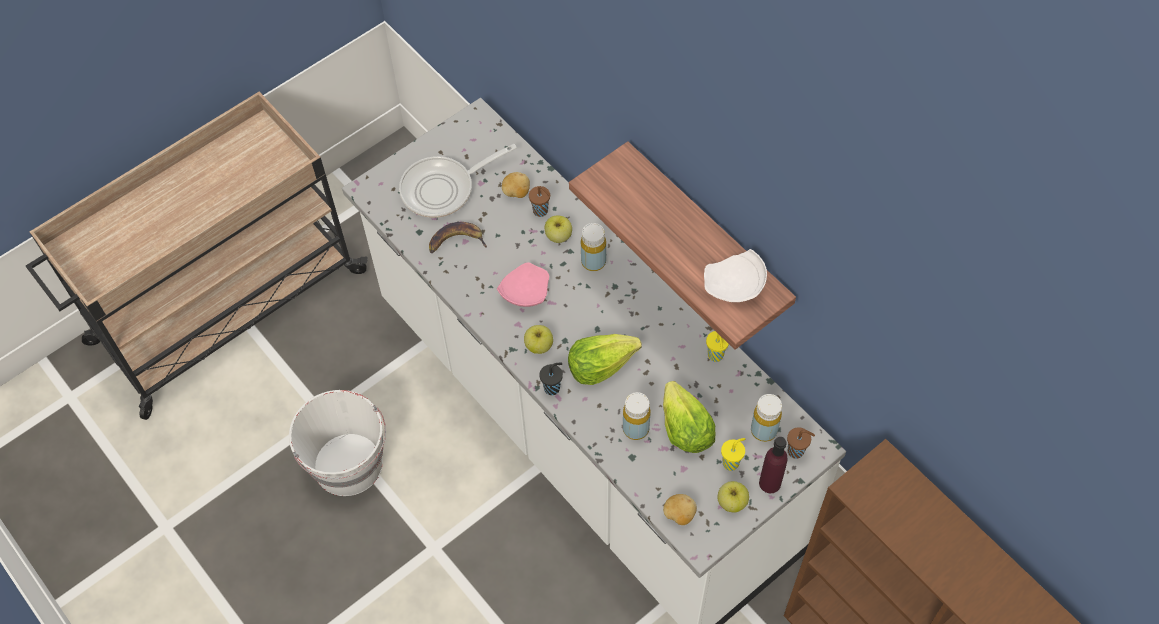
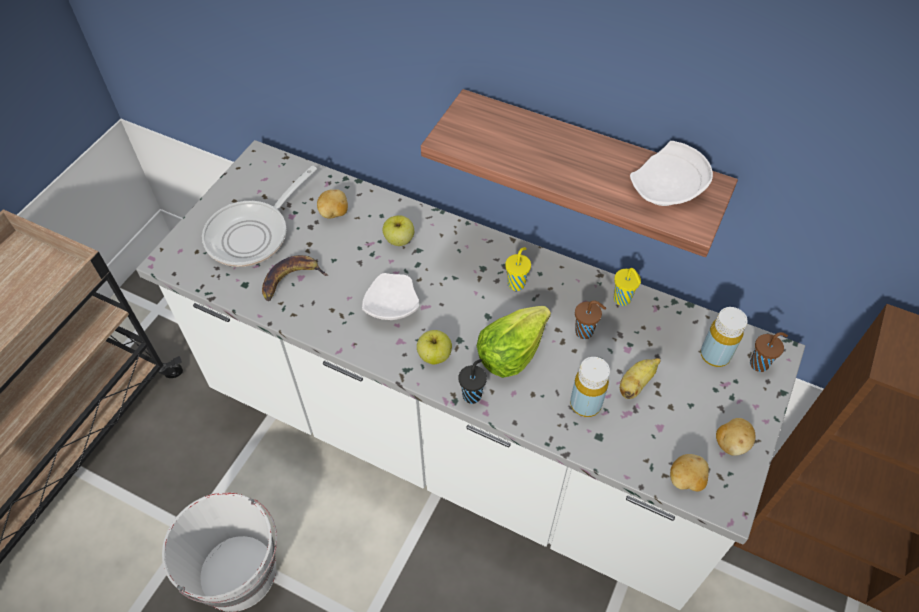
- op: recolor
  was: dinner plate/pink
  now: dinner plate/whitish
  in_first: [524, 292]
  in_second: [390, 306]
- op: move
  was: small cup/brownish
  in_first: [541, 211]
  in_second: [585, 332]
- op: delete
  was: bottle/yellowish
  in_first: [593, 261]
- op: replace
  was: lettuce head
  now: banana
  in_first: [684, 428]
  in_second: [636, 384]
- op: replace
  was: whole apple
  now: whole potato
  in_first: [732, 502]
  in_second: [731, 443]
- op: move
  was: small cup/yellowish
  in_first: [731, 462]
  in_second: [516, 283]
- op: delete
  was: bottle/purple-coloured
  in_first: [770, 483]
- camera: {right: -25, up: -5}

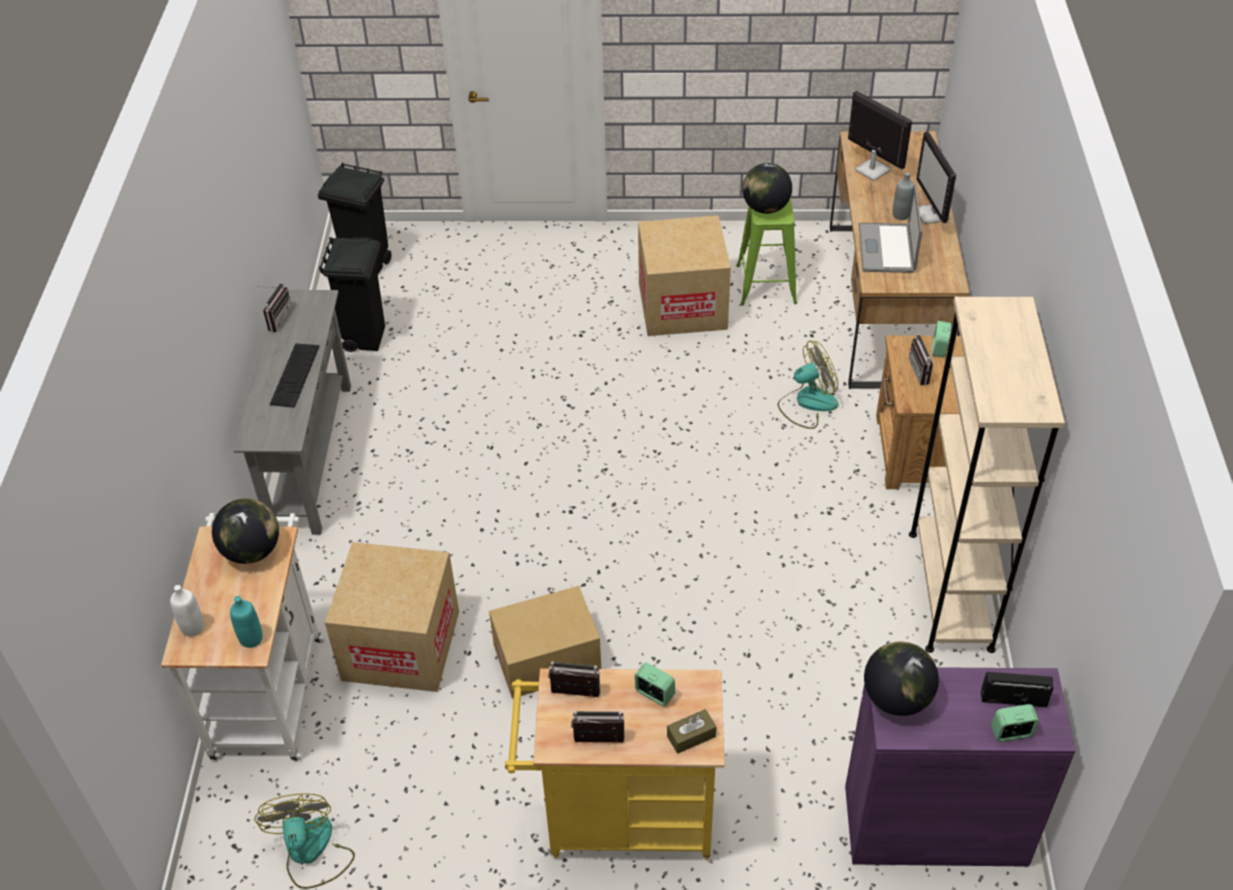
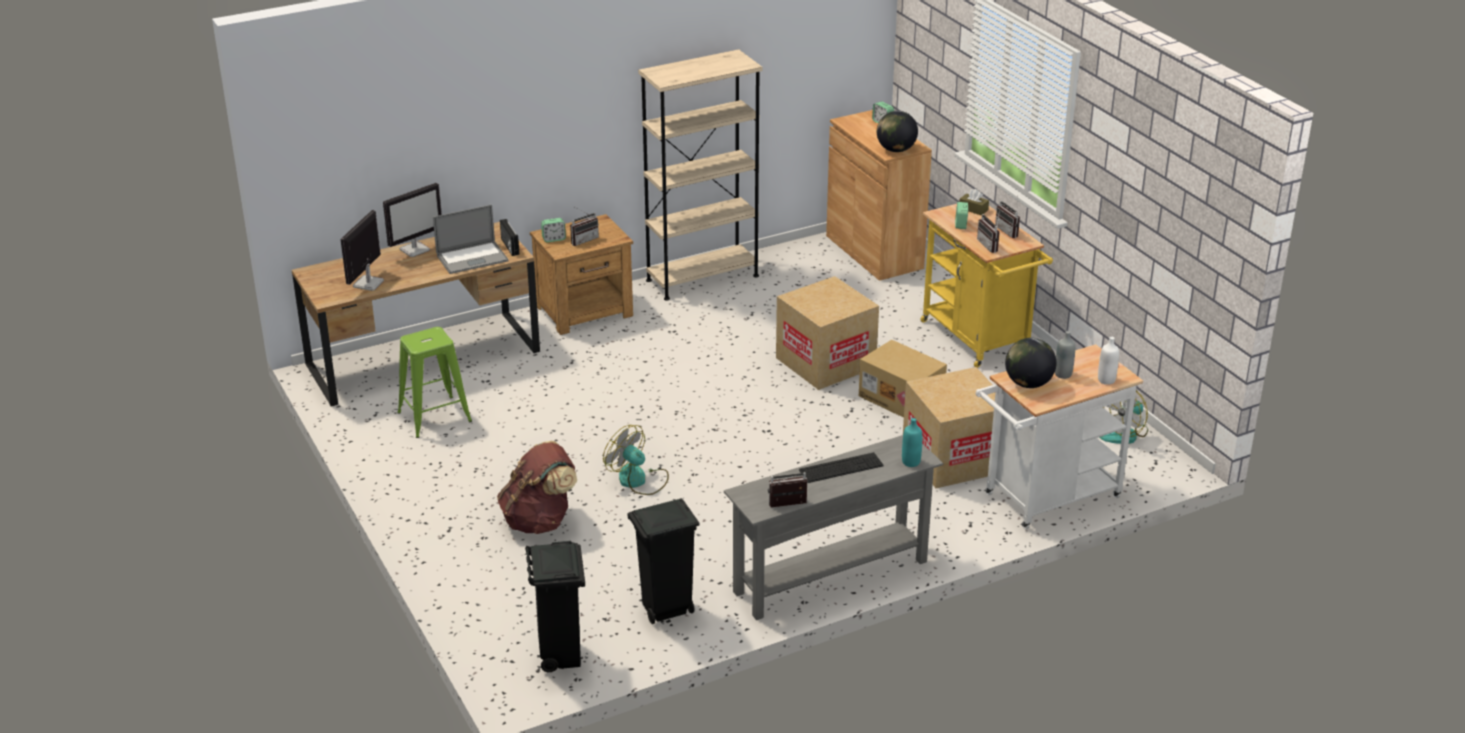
- op: move
  was: bottle/blue-green
  in_first: [251, 639]
  in_second: [911, 462]
- op: move
  was: packing box
  in_first: [682, 306]
  in_second: [825, 362]
- op: delete
  was: desk globe
  in_first: [765, 208]
- op: move
  was: cooling fan
  in_first: [807, 403]
  in_second: [638, 480]
- op: recolor
  was: cupboard/purple-coloured
  now: cupboard/brownish
  in_first: [935, 825]
  in_second: [874, 252]
- op: move
  was: bottle/greyish
  in_first: [901, 215]
  in_second: [1063, 374]
- op: move
  was: radio set
  in_first: [1013, 698]
  in_second: [509, 247]
- op: insert
  now: rucksack/brownish
  in_second: [540, 521]
- camera: {right: -120, up: -15}

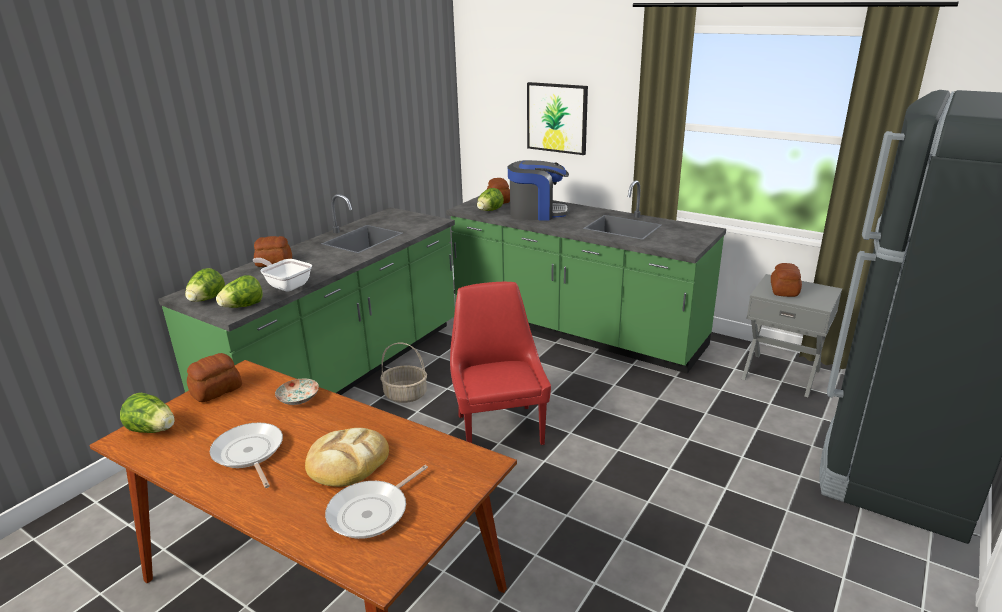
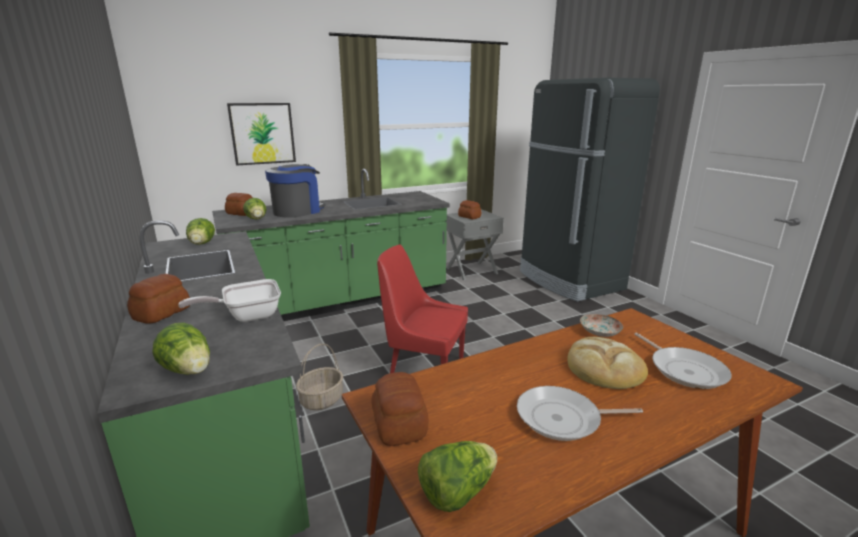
- op: move
  was: lettuce head
  in_first: [243, 306]
  in_second: [202, 244]
- op: move
  was: dinner plate
  in_first: [298, 399]
  in_second: [600, 332]
- camera: {right: -60, up: -5}

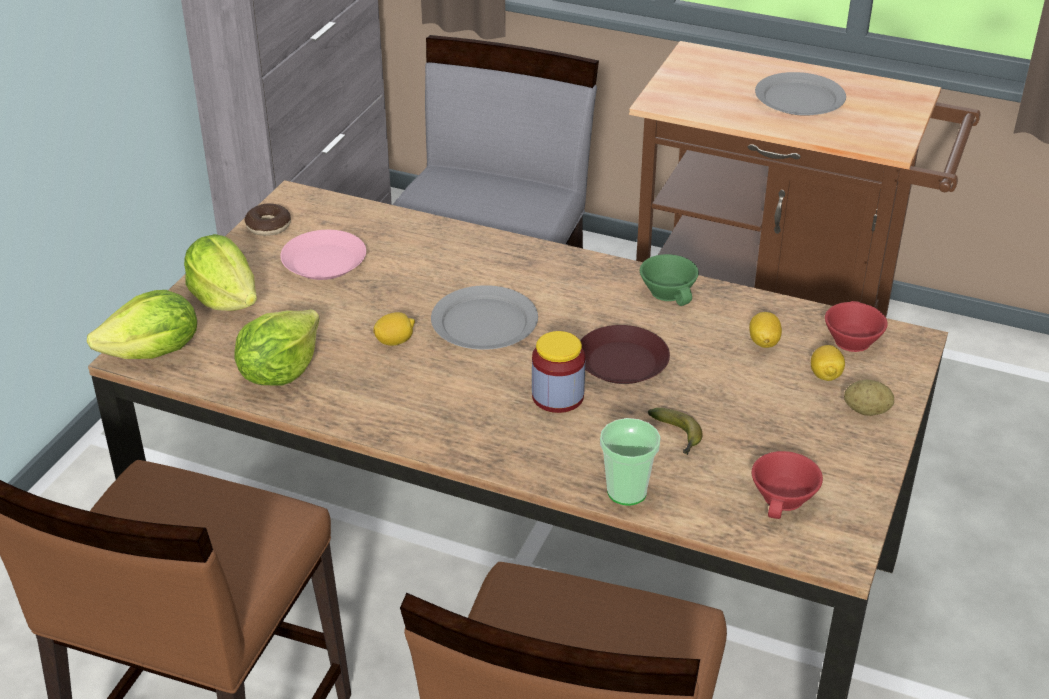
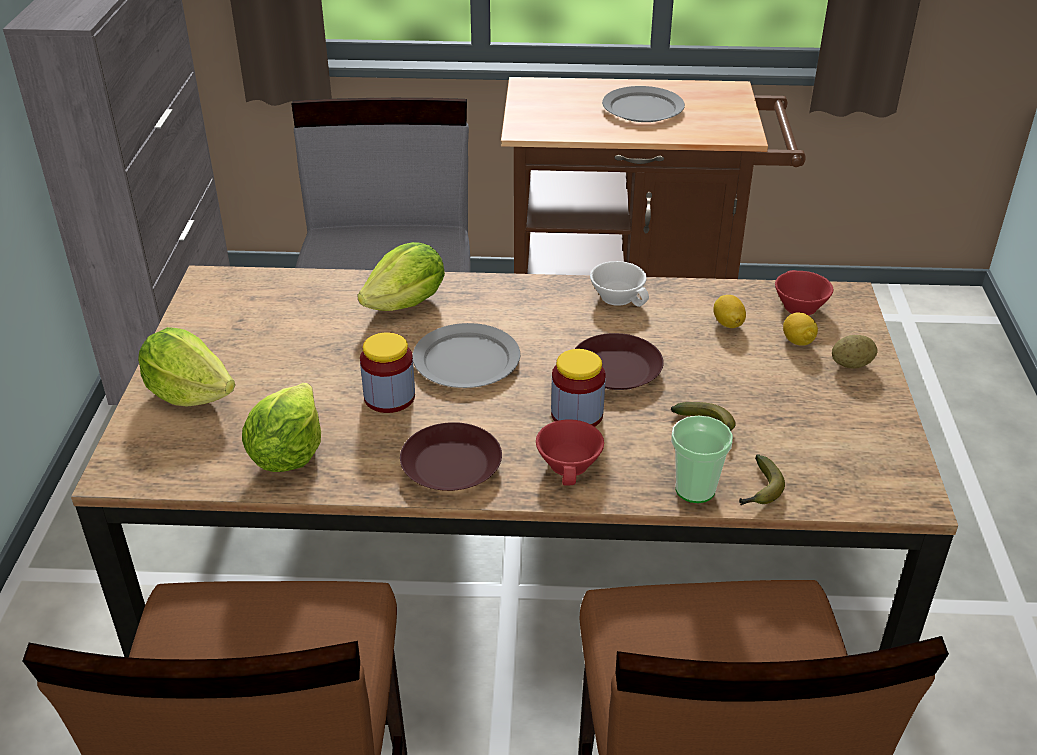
- op: move
  was: lettuce head
  in_first: [154, 353]
  in_second: [407, 304]
- op: delete
  was: ring doughnut
  in_first: [268, 226]
- op: delete
  was: dinner plate/pink
  in_first: [324, 263]
- op: replace
  was: whole lemon
  now: storage jar
  in_first: [395, 341]
  in_second: [389, 397]
- op: recolor
  was: small cup/green-coloured
  now: small cup/whitish
  in_first: [670, 292]
  in_second: [620, 296]
- op: move
  was: small cup/reddish
  in_first: [785, 499]
  in_second: [571, 465]
- op: insert
  now: dinner plate/brownish
  in_second: [452, 465]
- op: insert
  now: banana
  in_second: [759, 490]
- camera: {right: -20, up: 0}

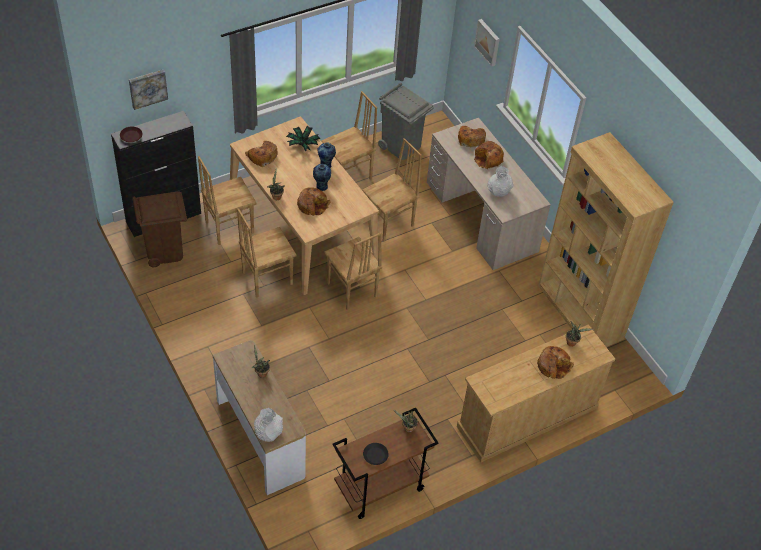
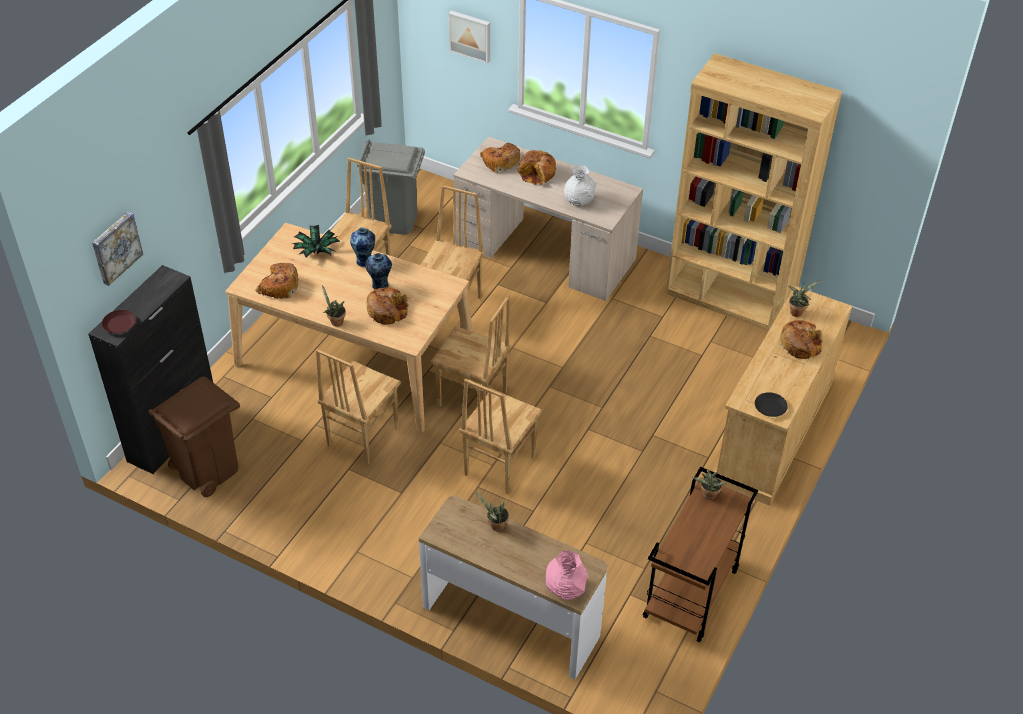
- op: move
  was: plain chair/brownish
  in_first: [229, 227]
  in_second: [498, 465]
- op: recolor
  was: decorative vase/whitish
  now: decorative vase/pink
  in_first: [268, 432]
  in_second: [565, 588]
- op: move
  was: dinner plate/black-coloured
  in_first: [375, 455]
  in_second: [770, 407]
- camera: {right: -30, up: -5}

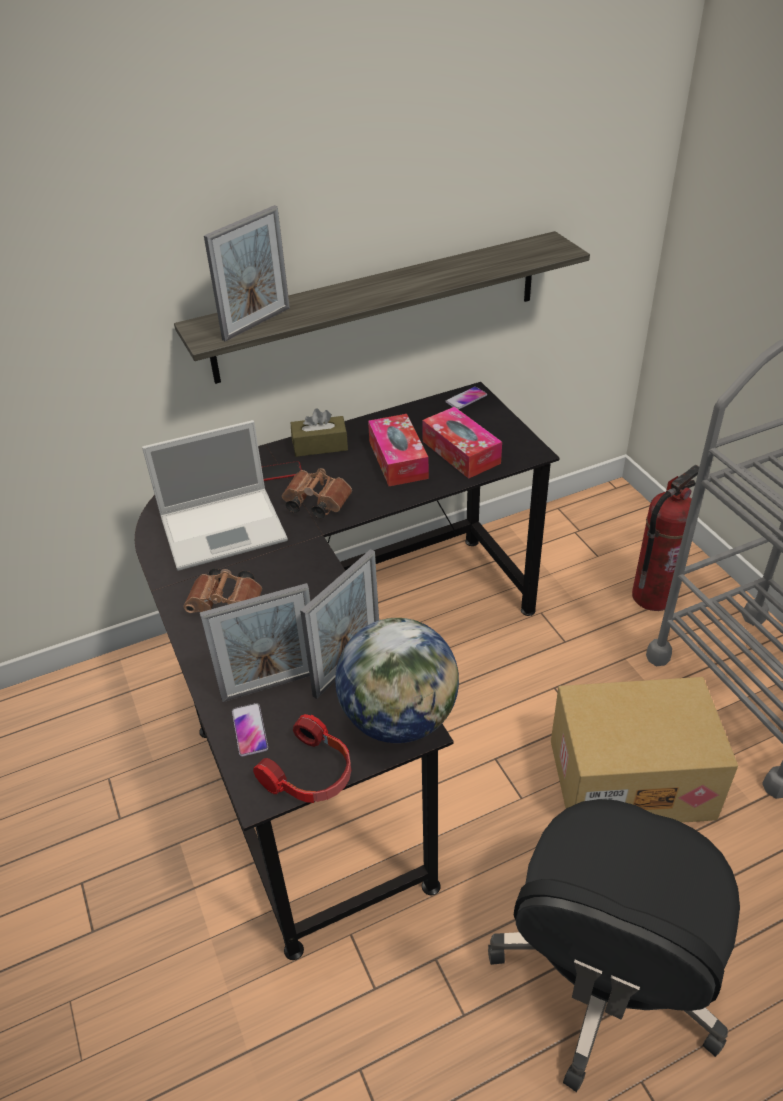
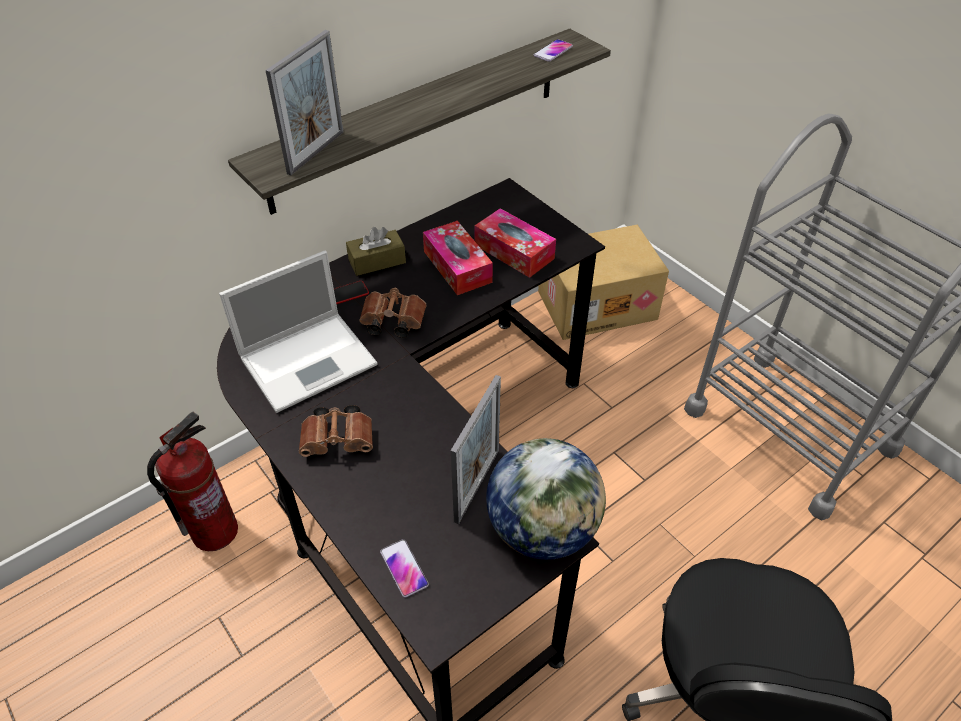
- op: delete
  was: standing frame
  in_first: [271, 685]
- op: delete
  was: headphones
  in_first: [311, 774]
- op: move
  was: phone
  in_first: [466, 399]
  in_second: [553, 51]
- op: move
  was: packing box
  in_first: [631, 776]
  in_second: [597, 304]
- op: move
  was: fire extinguisher
  in_first: [653, 596]
  in_second: [215, 531]
- camera: {right: -15, up: 5}

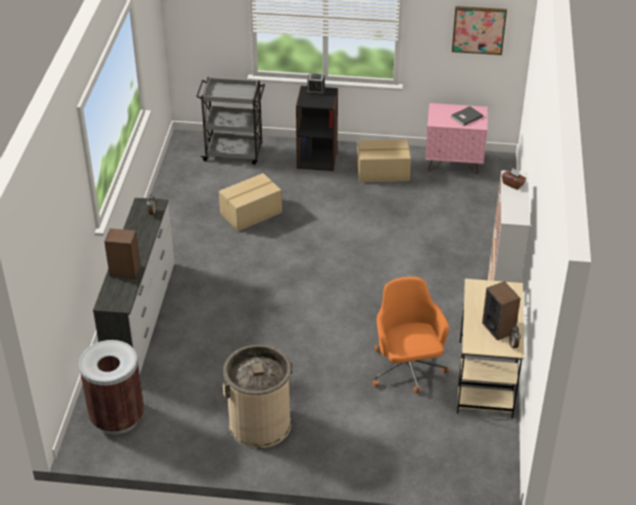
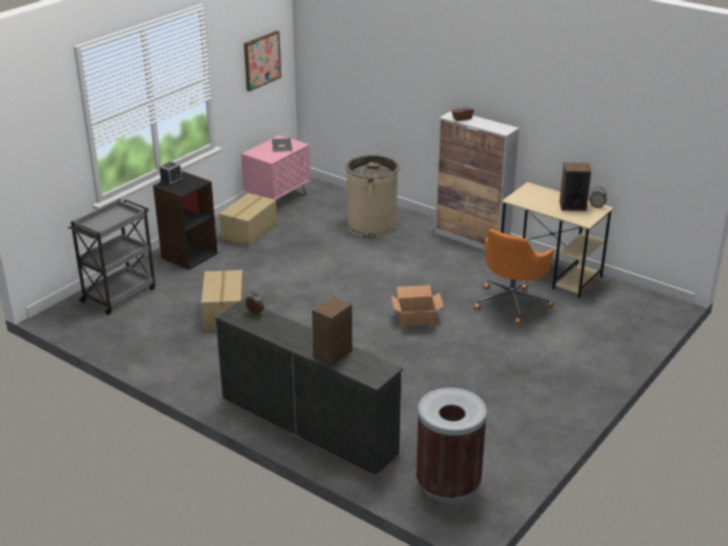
- op: move
  was: trash can/beige
  in_first: [260, 424]
  in_second: [372, 225]
- op: rotate
  was: office chair/orange
  in_first: [407, 369]
  in_second: [512, 303]
  clockwise: -75
- op: insert
  now: packing box
  in_second: [417, 318]
- camera: {right: -60, up: -10}

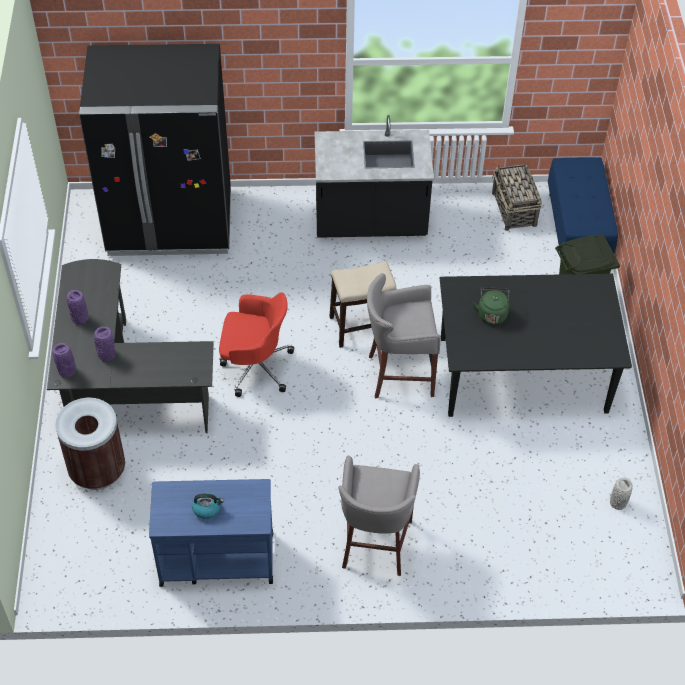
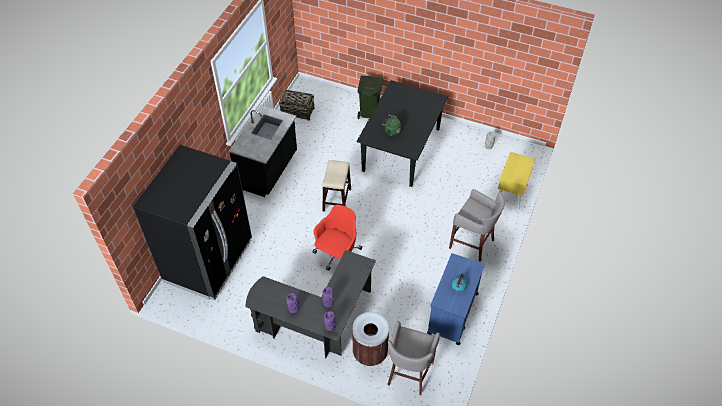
- op: move
  was: stool seat/greyish
  in_first: [398, 374]
  in_second: [409, 374]
- op: delete
  was: long seat/bluish
  in_first: [577, 230]
- op: insert
  now: bedside table/yellowish
  in_second: [511, 193]
- camera: {right: -65, up: 0}

